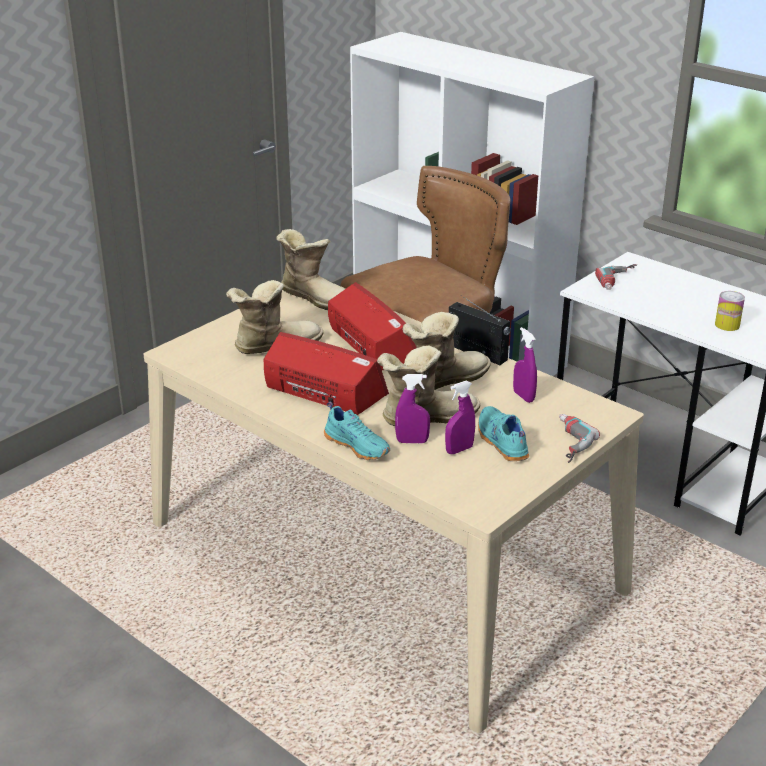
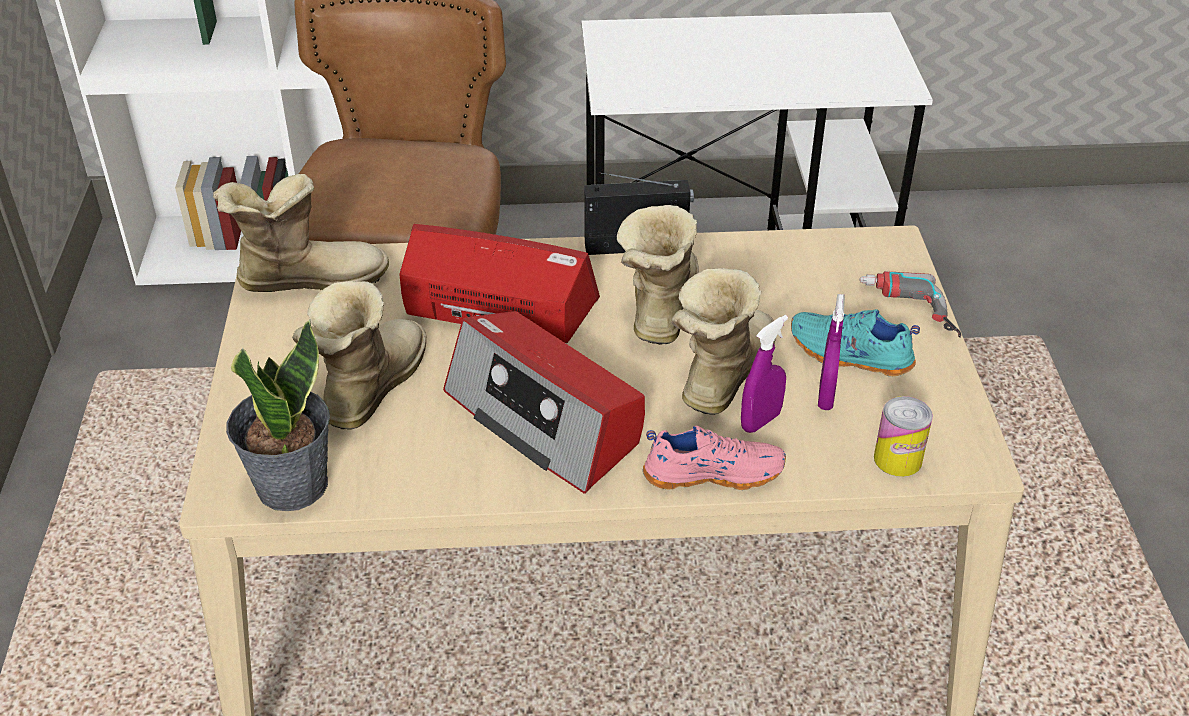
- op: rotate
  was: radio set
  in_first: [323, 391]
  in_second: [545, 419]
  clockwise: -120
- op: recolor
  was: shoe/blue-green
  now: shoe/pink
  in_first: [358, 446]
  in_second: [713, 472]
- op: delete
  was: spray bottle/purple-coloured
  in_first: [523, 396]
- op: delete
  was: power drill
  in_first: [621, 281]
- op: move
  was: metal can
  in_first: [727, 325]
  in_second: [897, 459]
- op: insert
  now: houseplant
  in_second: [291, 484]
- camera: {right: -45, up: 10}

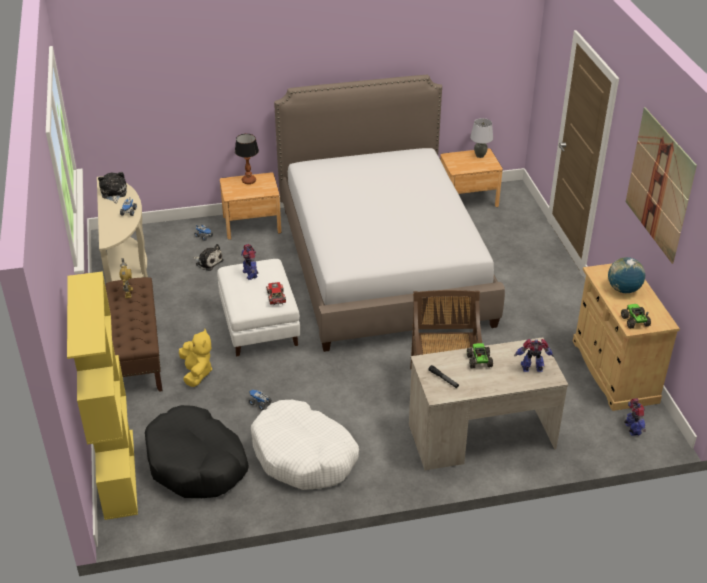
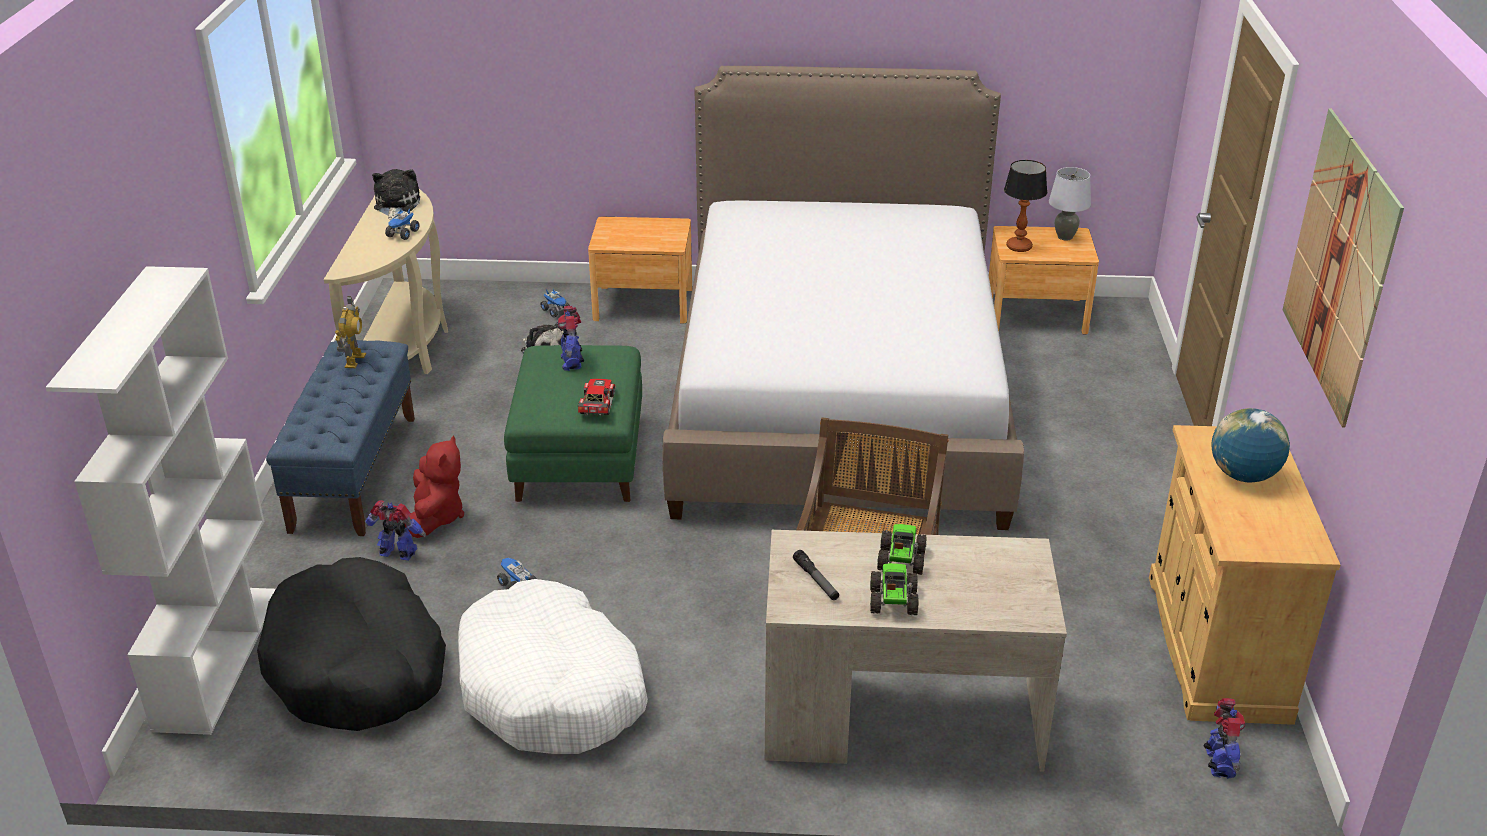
- op: recolor
  was: bookcase/yellowish
  now: bookcase/whitish
  in_first: [118, 473]
  in_second: [218, 657]
- op: recolor
  was: long seat/brownish
  now: long seat/bluish
  in_first: [137, 355]
  in_second: [354, 472]
- op: recolor
  was: cuddly toy/yellowish
  now: cuddly toy/reddish
  in_first: [196, 373]
  in_second: [436, 517]
- op: recolor
  was: ottoman/whitish
  now: ottoman/green-coloured
  in_first: [260, 326]
  in_second: [580, 460]
- op: move
  was: table lamp
  in_first: [249, 180]
  in_second: [1019, 247]
- op: move
  was: robot figure
  in_first: [532, 369]
  in_second: [398, 554]
- op: move
  was: toy truck
  in_first: [635, 321]
  in_second: [893, 601]
- camera: {right: 15, up: -5}

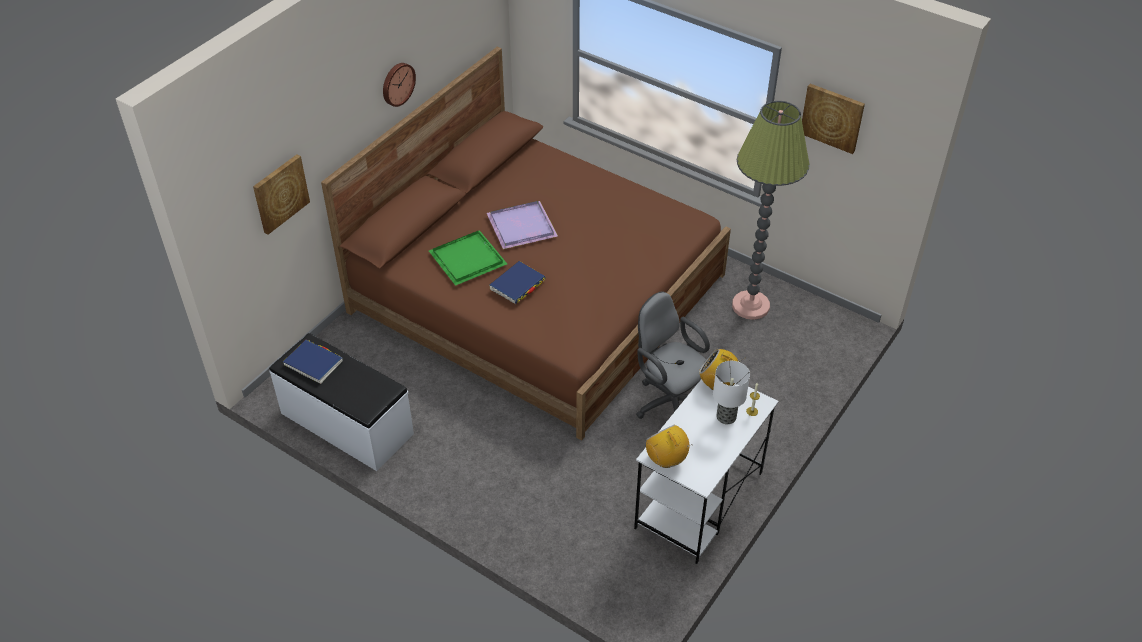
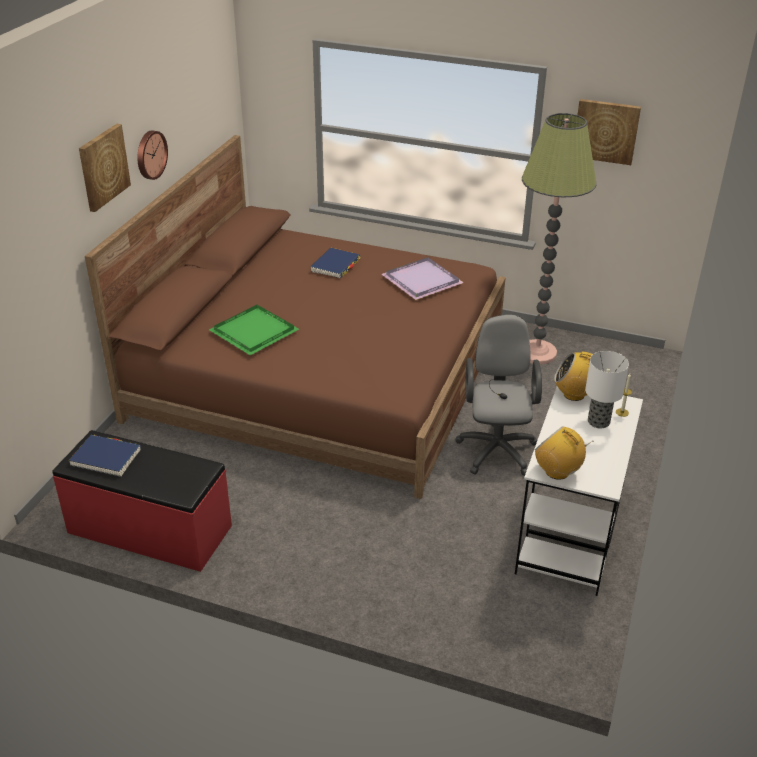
- op: move
  was: wall art
  in_first: [280, 193]
  in_second: [103, 167]
- op: recolor
  was: long seat/whitish
  now: long seat/reddish
  in_first: [346, 424]
  in_second: [149, 530]
- op: move
  was: carrying tray/purple-coloured
  in_first: [521, 227]
  in_second: [421, 281]
- op: move
  was: bound book/bluish
  in_first: [517, 284]
  in_second: [335, 265]
- op: rotate
  was: office chair/greyish
  in_first: [669, 402]
  in_second: [497, 447]
  clockwise: 60
- camera: {right: -15, up: -10}

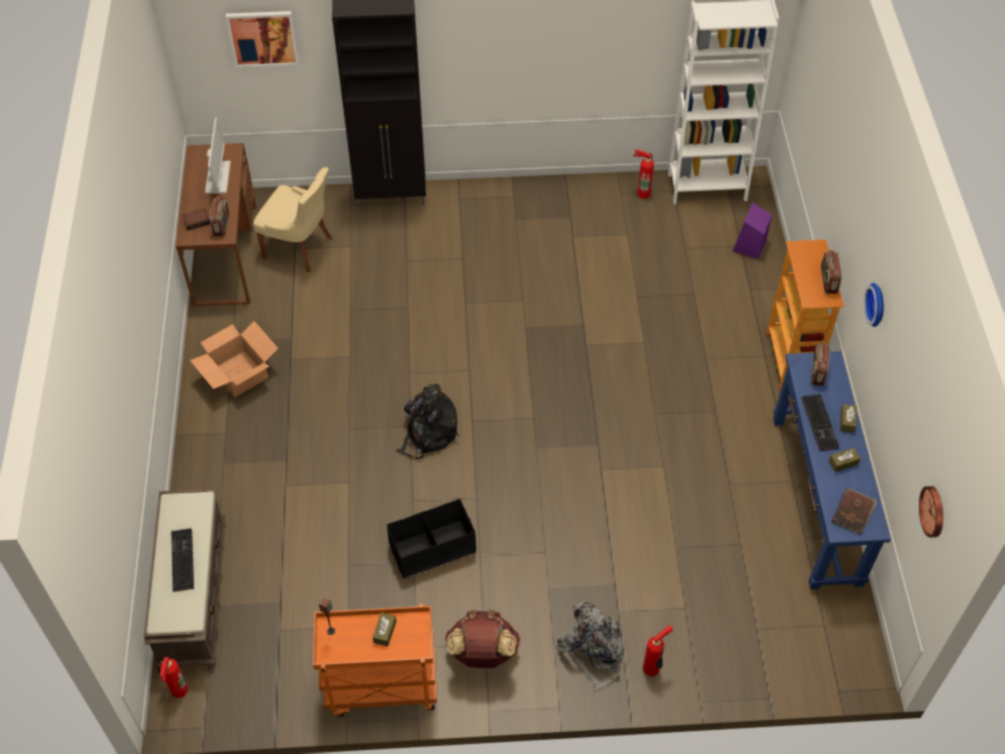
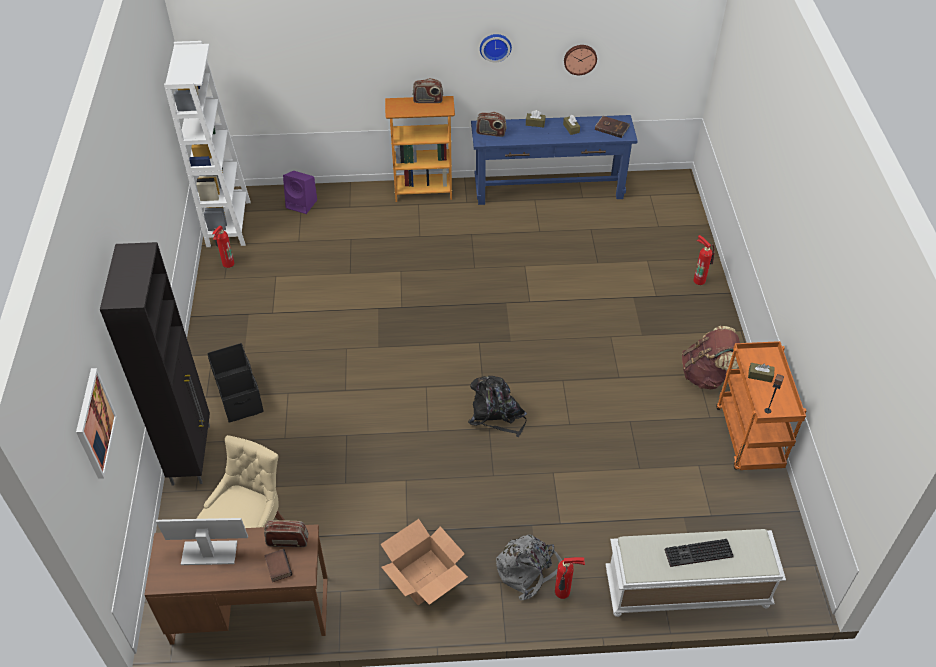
- op: recolor
  was: long seat/brownish
  now: long seat/whitish
  in_first: [192, 593]
  in_second: [686, 590]
- op: move
  was: fire extinguisher
  in_first: [177, 691]
  in_second: [563, 593]
- op: move
  was: storage container/black-coloured
  in_first: [433, 549]
  in_second: [238, 393]
- op: move
  was: rucksack/greyish
  in_first: [593, 650]
  in_second: [528, 570]
- op: delete
  was: PC keyboard
  in_first: [821, 424]
- op: move
  was: wall clock
  in_first: [934, 511]
  in_second: [580, 59]
- camera: {right: -90, up: -5}

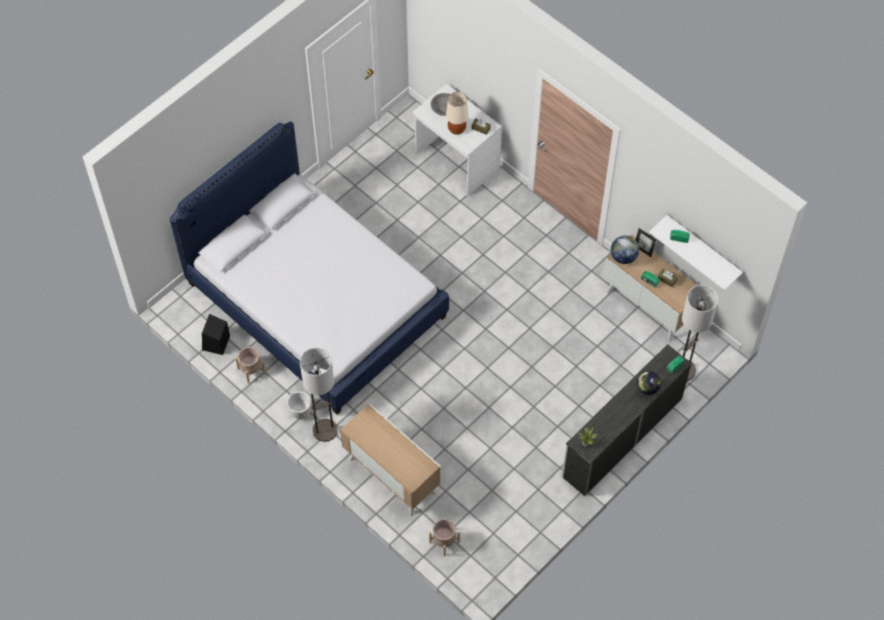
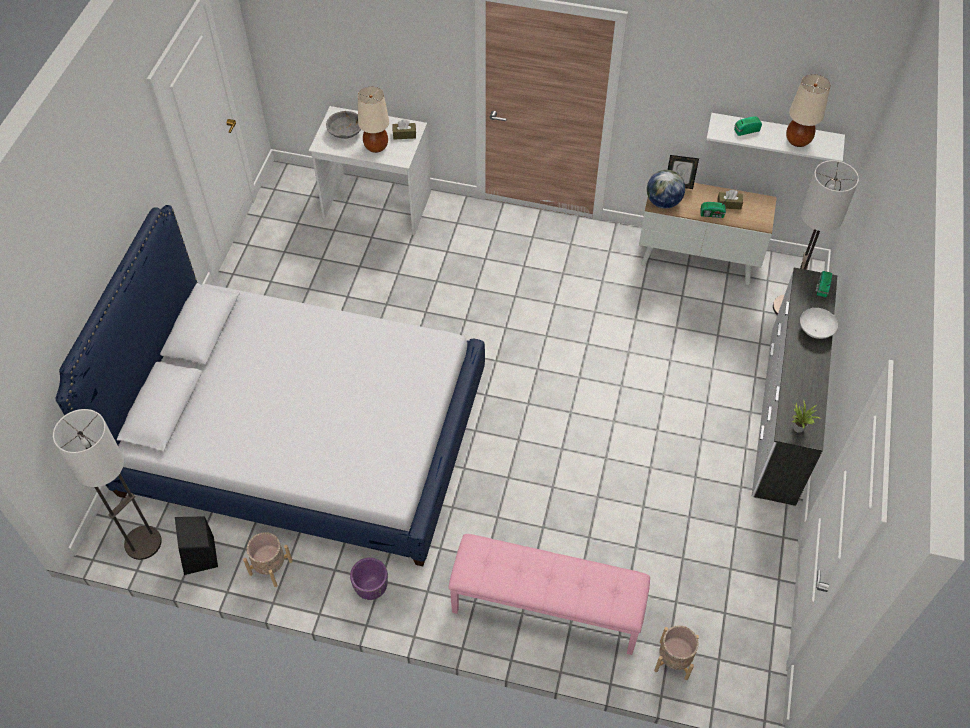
- op: recolor
  was: plant pot/whitish
  now: plant pot/purple-coloured
  in_first: [300, 412]
  in_second: [371, 588]
- op: move
  was: floor lamp
  in_first: [325, 430]
  in_second: [143, 543]
- op: replace
  was: cupboard
  now: long seat/pink
  in_first: [391, 475]
  in_second: [546, 609]
- op: replace
  was: desk globe
  now: bowl/whitish
  in_first: [646, 391]
  in_second: [816, 331]
- op: insert
  now: table lamp/beige
  in_second: [797, 140]
- camera: {right: -30, up: -5}

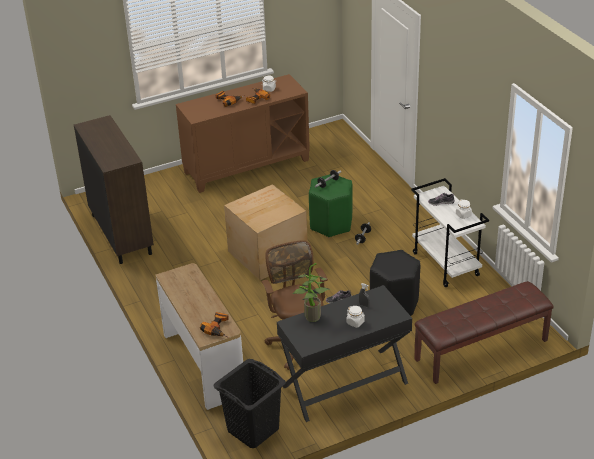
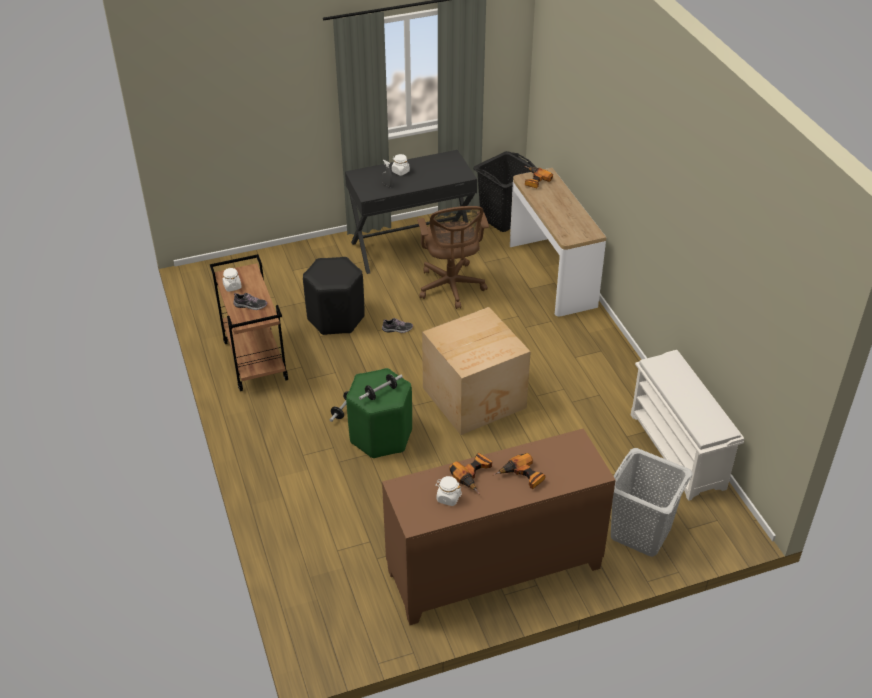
- op: replace
  was: cupboard/brownish
  now: shoe stand/whitish
  in_first: [121, 234]
  in_second: [678, 451]
- op: delete
  was: houseplant
  in_first: [311, 318]
- op: recolor
  was: trolley/whitish
  now: trolley/brownish
  in_first: [446, 264]
  in_second: [254, 360]
- op: delete
  was: long seat/brownish
  in_first: [481, 350]
- op: insert
  now: laundry basket/greyish
  in_second: [641, 533]
- camera: {right: -175, up: 5}

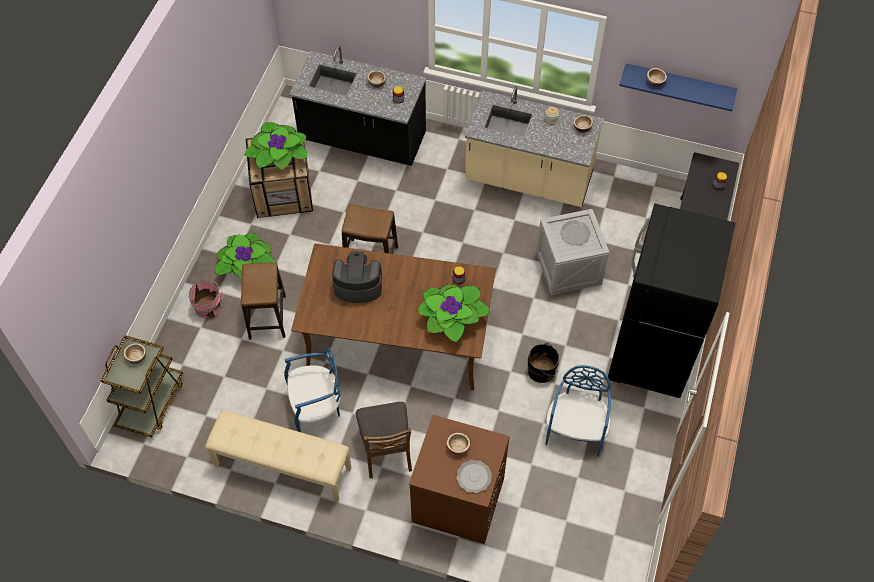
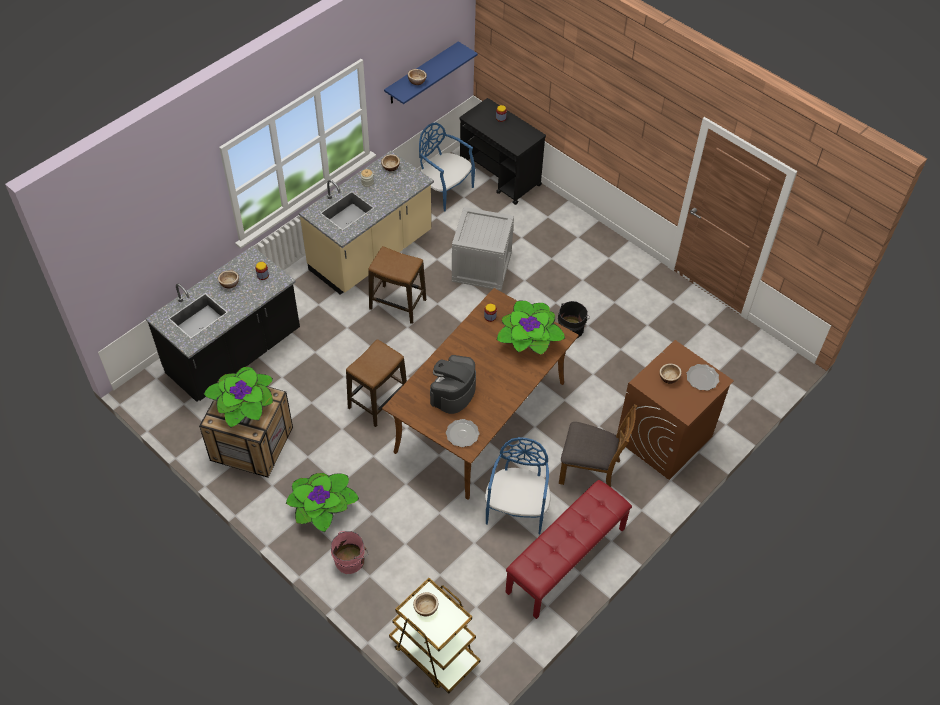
- op: recolor
  was: long seat/beige
  now: long seat/reddish
  in_first: [282, 467]
  in_second: [566, 560]
- op: move
  was: stool seat
  in_first: [267, 317]
  in_second: [397, 304]
- op: move
  was: plain chair/bluish
  in_first: [576, 430]
  in_second: [445, 190]
- op: move
  was: dinner plate
  in_first: [575, 233]
  in_second: [462, 434]
- op: delete
  was: refrigerator/black-coloured
  in_first: [651, 354]
- camera: {right: -65, up: -5}

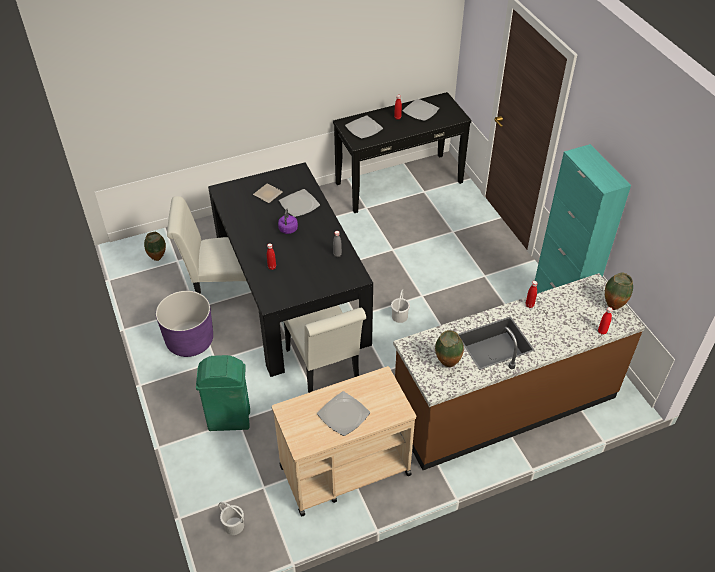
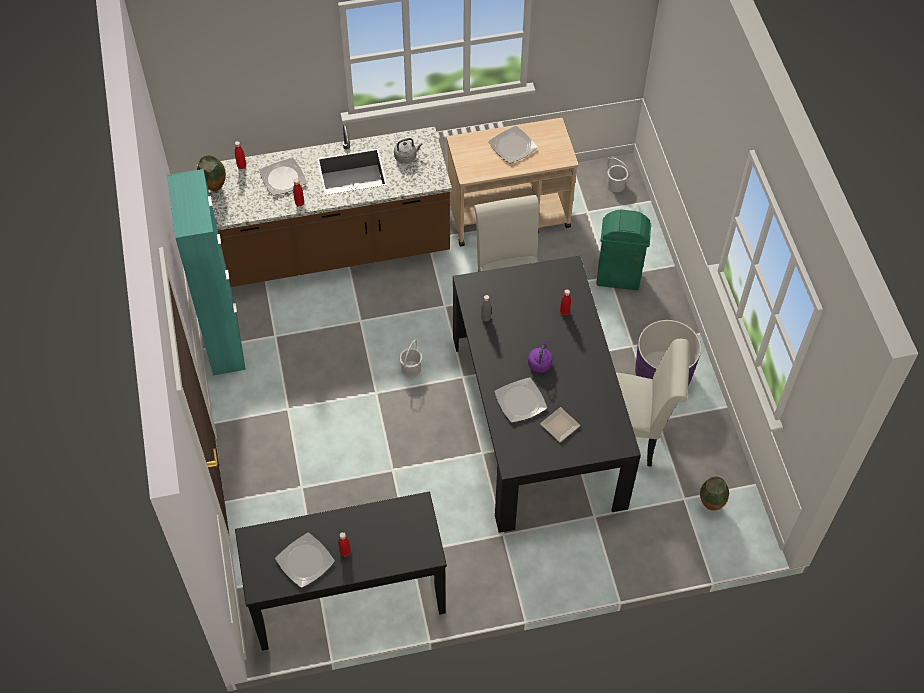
- op: move
  was: dinner plate
  in_first: [364, 129]
  in_second: [282, 178]
- op: replace
  was: decorative vase
  now: tea kettle/greyish
  in_first: [447, 365]
  in_second: [406, 156]
- camera: {right: -170, up: 10}

